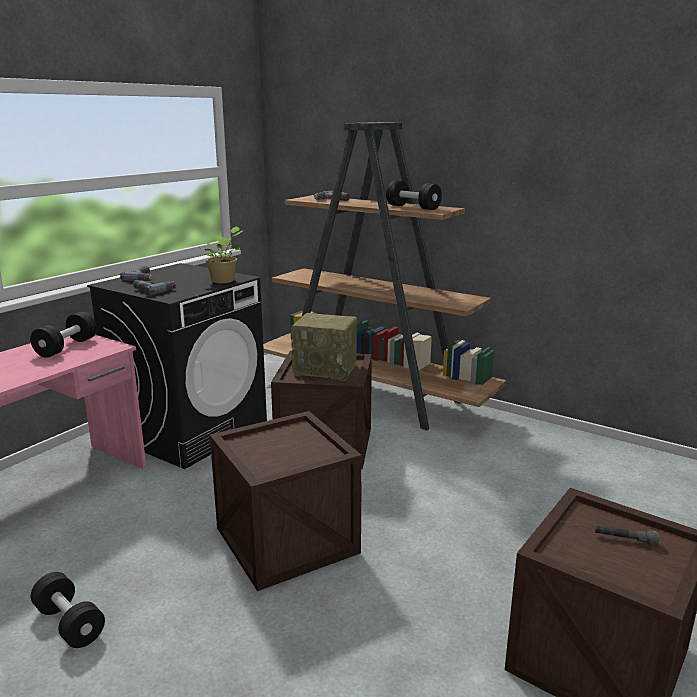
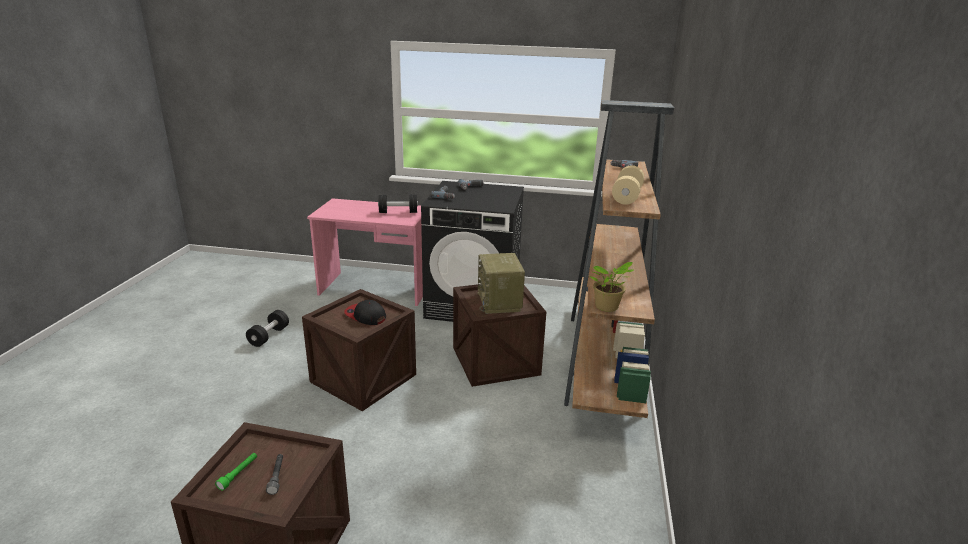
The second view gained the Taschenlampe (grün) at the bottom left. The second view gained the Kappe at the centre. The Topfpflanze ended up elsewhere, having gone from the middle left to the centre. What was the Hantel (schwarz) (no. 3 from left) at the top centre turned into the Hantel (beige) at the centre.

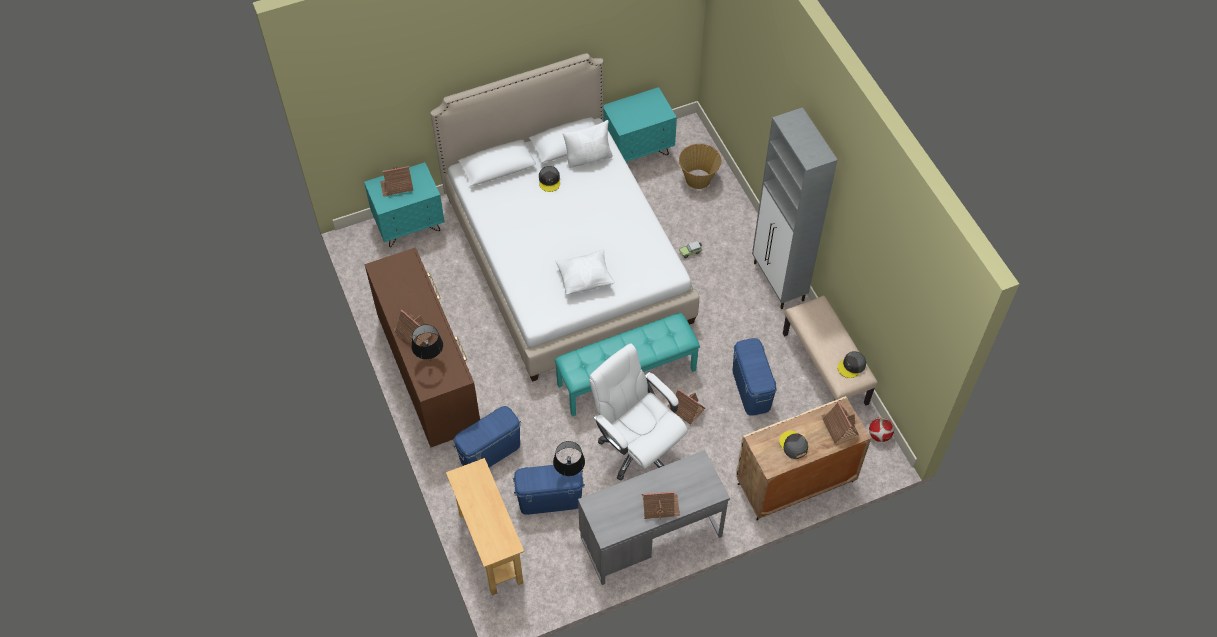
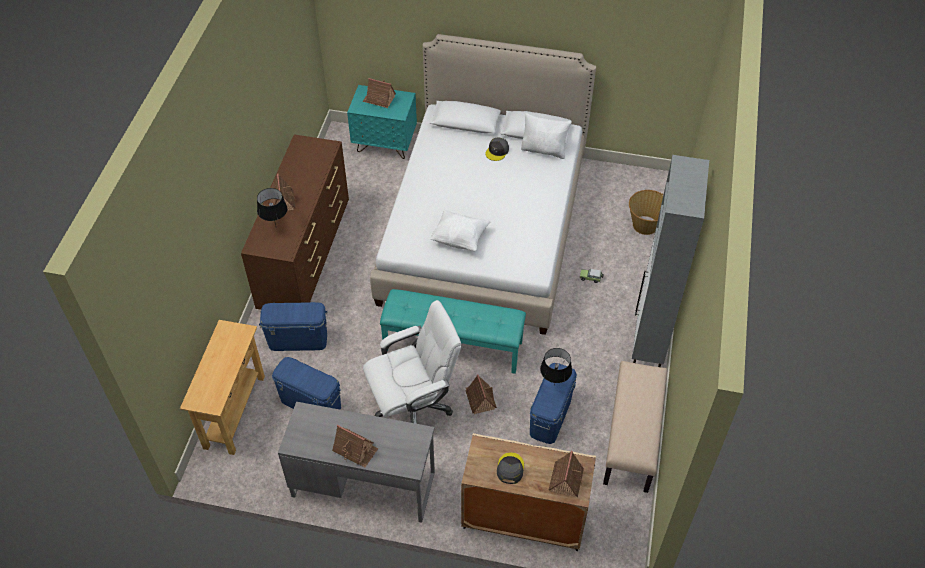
The second view lost the Nachttisch (türkis) (no. 2 from left) at the top centre. The second view lost the Kappe (grau) (no. 3 from left) at the middle right. The second view lost the Fußball at the bottom right. The Tischlampe (schwarz) (no. 2 from left) ended up elsewhere, having gone from the bottom centre to the centre. The Bürostuhl (weiß) at the centre ended up facing another way, 75 degrees clockwise from before.

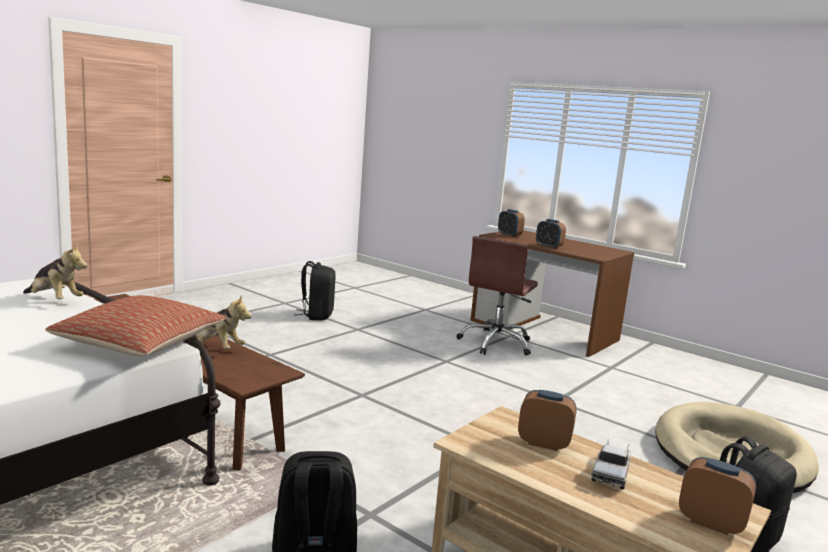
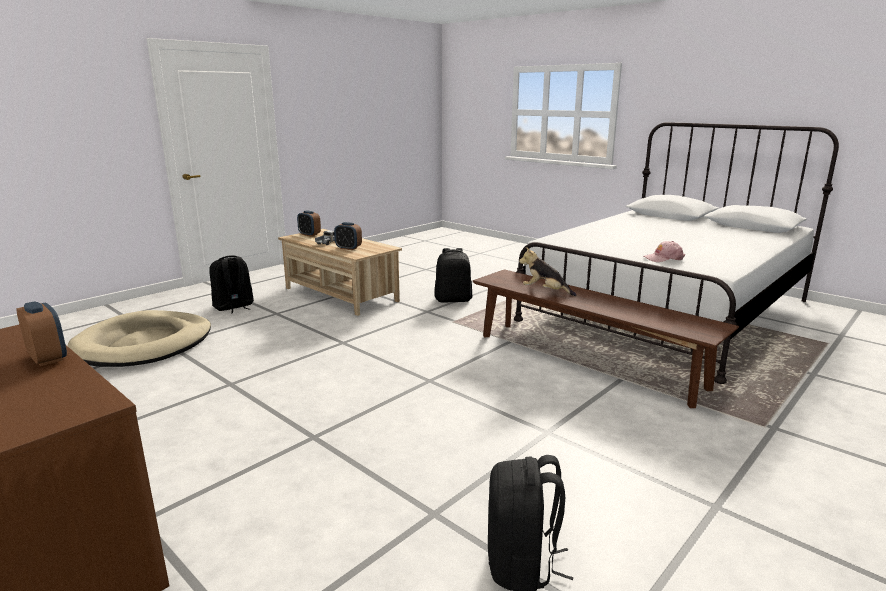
The second view lost the Kissen at the middle left. The second view lost the Bürostuhl (braun) at the centre. The second view lost the Wecker (no. 1 from left) at the centre. Where the Plüschtier (no. 1 from left) stood at the middle left, the Kappe (rosa) came to stand at the middle right.

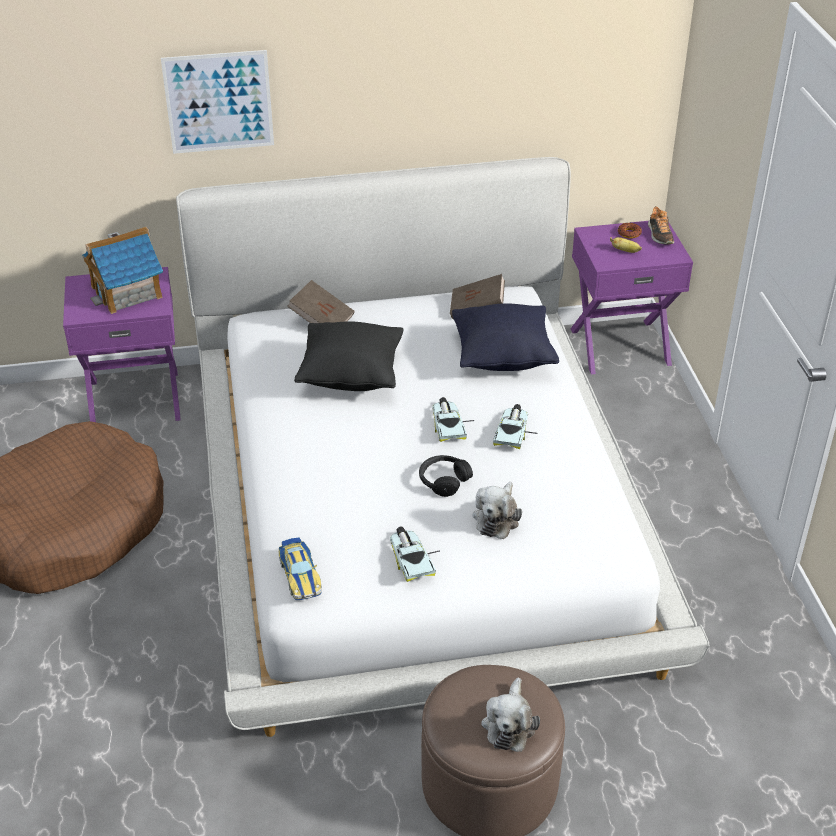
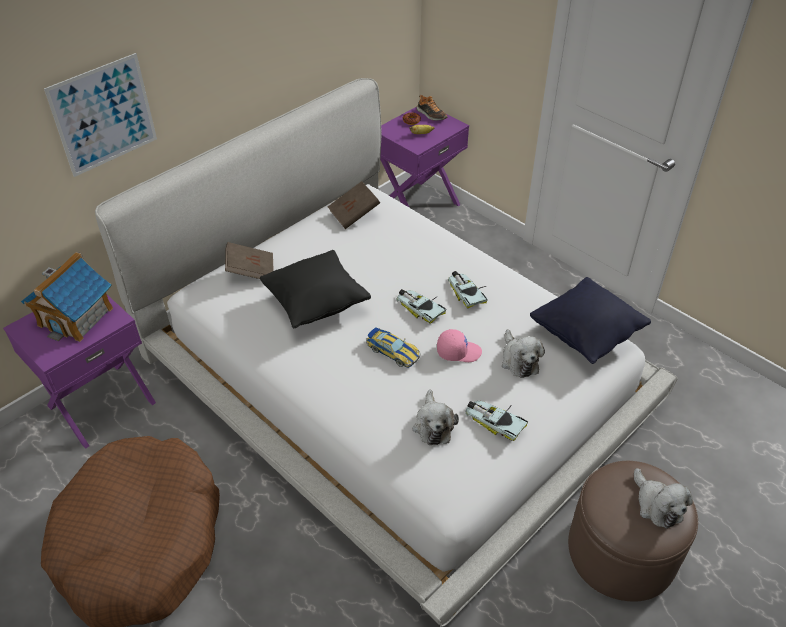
The second view gained the Plüschtier (no. 1 from left) at the centre. The Spielzeugauto (no. 1 from left) ended up elsewhere, having gone from the bottom centre to the centre. The Kissen (schwarz) (no. 2 from left) ended up elsewhere, having gone from the centre to the middle right. Where the Kopfhörer (schwarz) stood at the centre, the Kappe (rosa) came to stand at the centre.

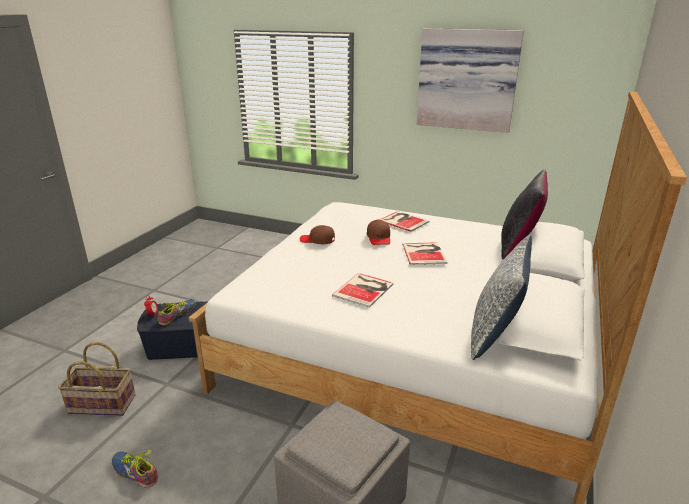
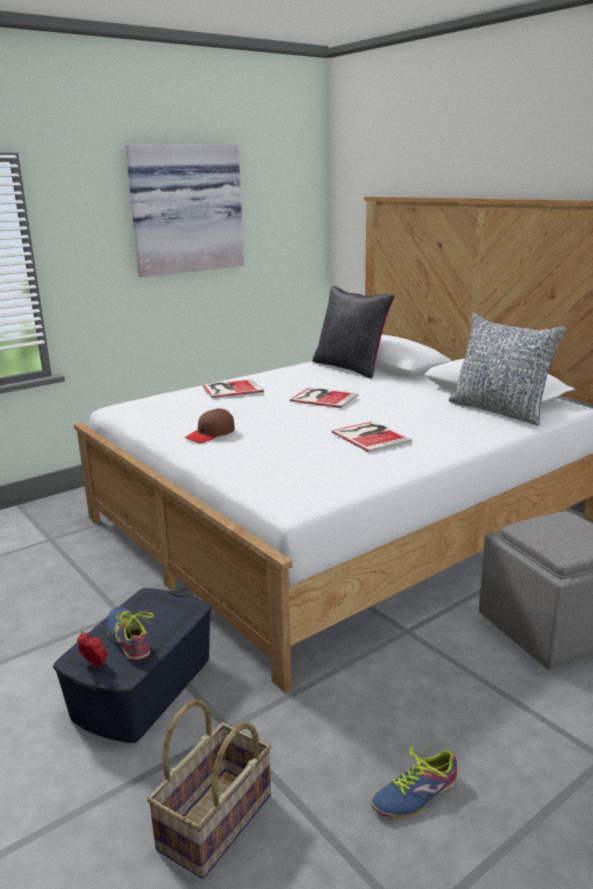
The second view lost the Kappe (braun) (no. 2 from left) at the centre.

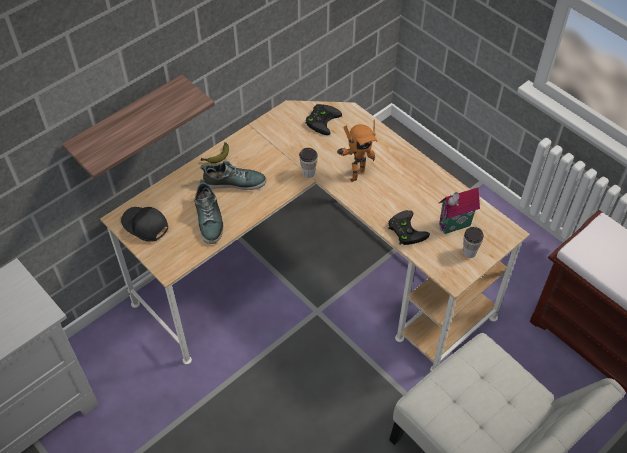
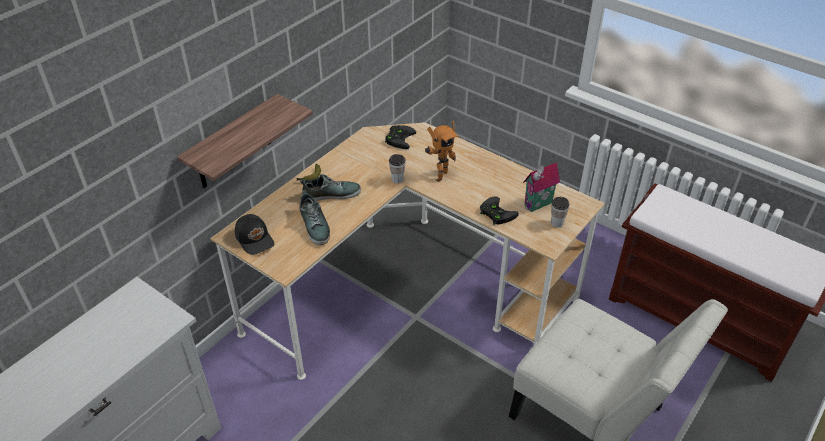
The Kappe (schwarz) at the middle left ended up facing another way, 150 degrees counterclockwise from before.

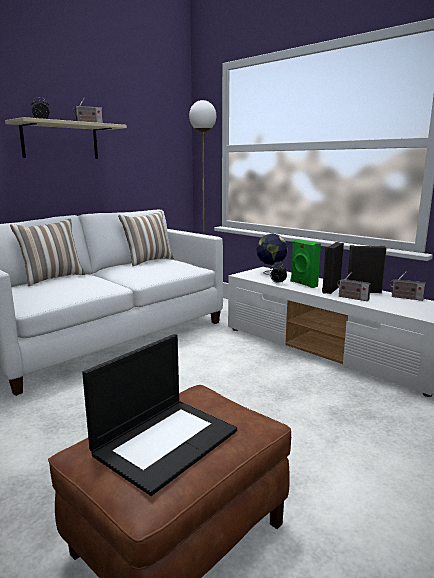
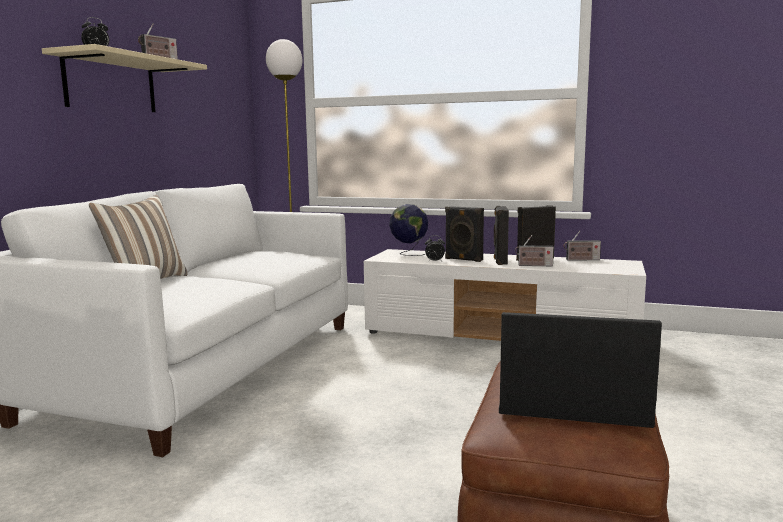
The second view lost the Kissen (no. 2 from left) at the centre. What was the Lautsprecher (grün) at the middle right turned into the Lautsprecher (schwarz) (no. 1 from left) at the centre. The Laptop at the bottom centre ended up facing another way, 90 degrees counterclockwise from before.

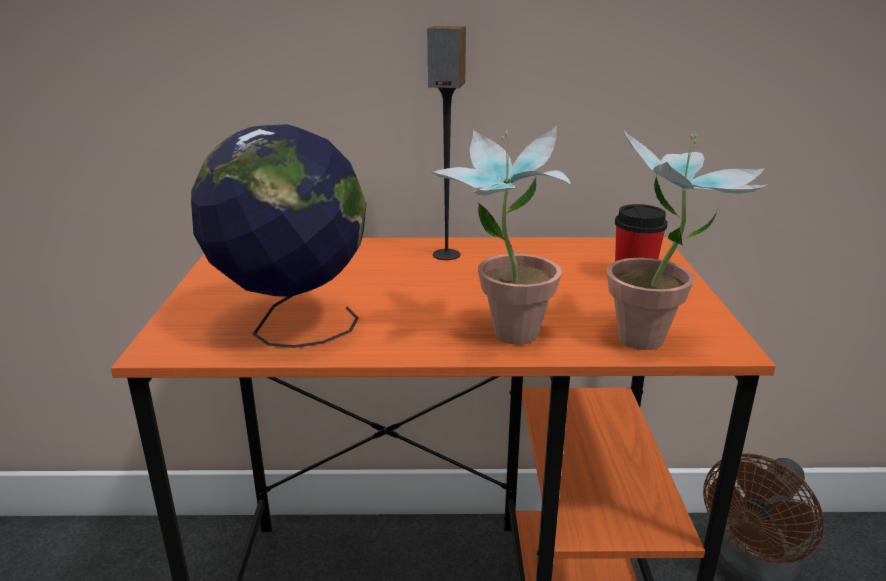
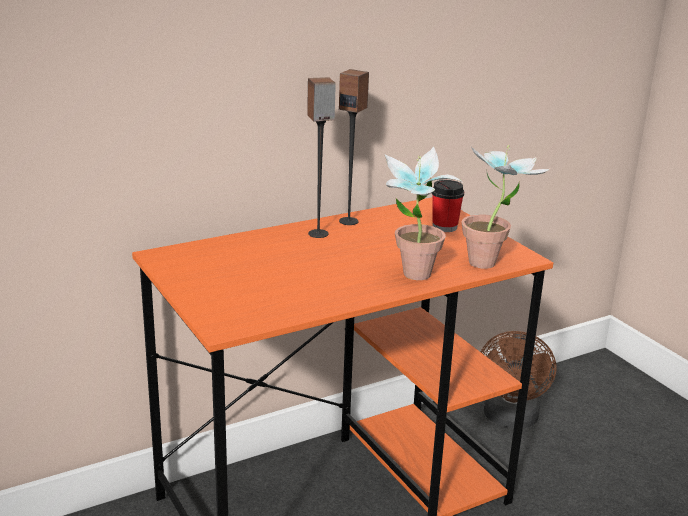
The second view lost the Globus at the middle left. The second view gained the Lautsprecher (no. 2 from left) at the top centre.

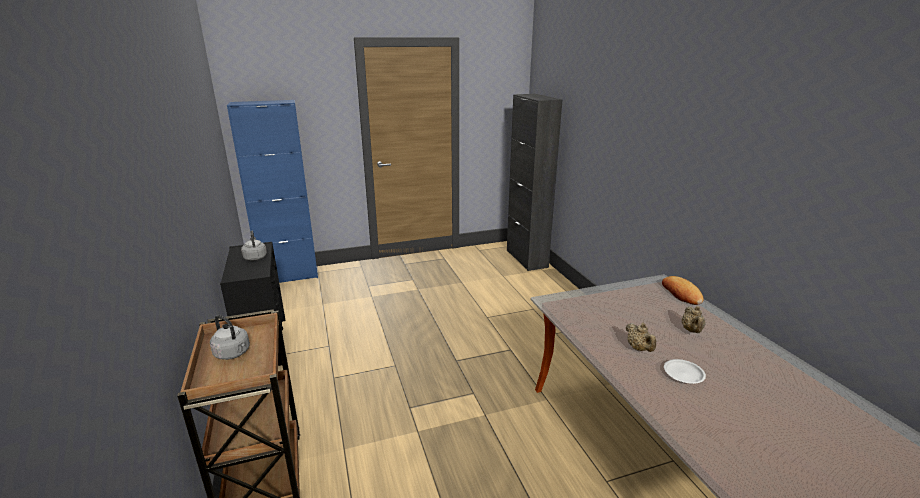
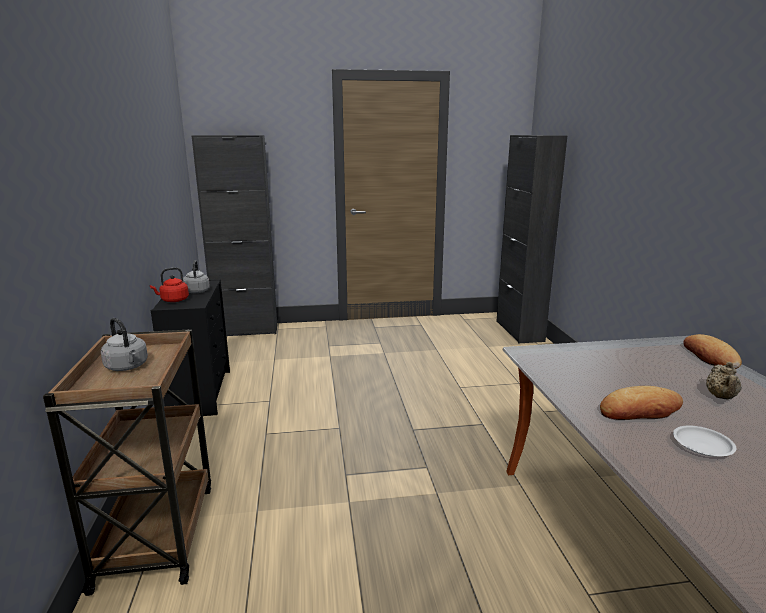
The second view gained the Wasserkessel (rot) at the middle left. Where the Teekanne (beige) (no. 1 from left) stood at the bottom right, the Brot (no. 1 from left) came to stand at the middle right. What was the Schrank (blau) at the middle left turned into the Schrank (schwarz) (no. 1 from left) at the middle left.

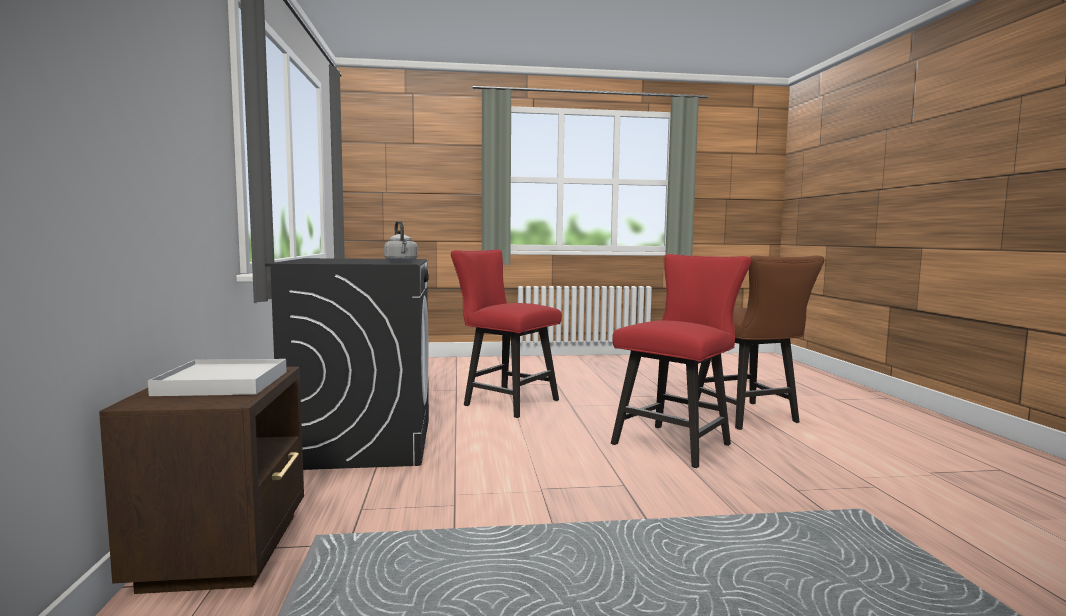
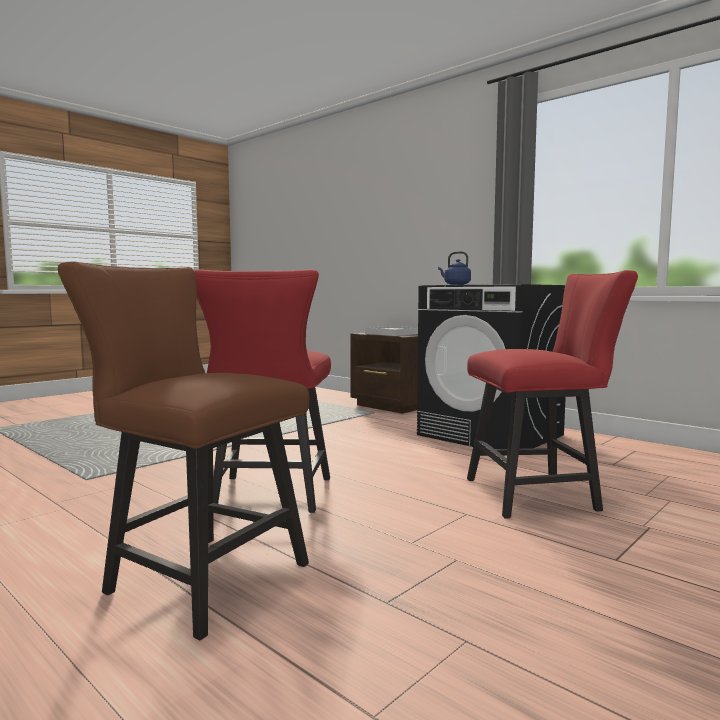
What was the Wasserkessel (grau) at the centre turned into the Wasserkessel (blau) at the centre.

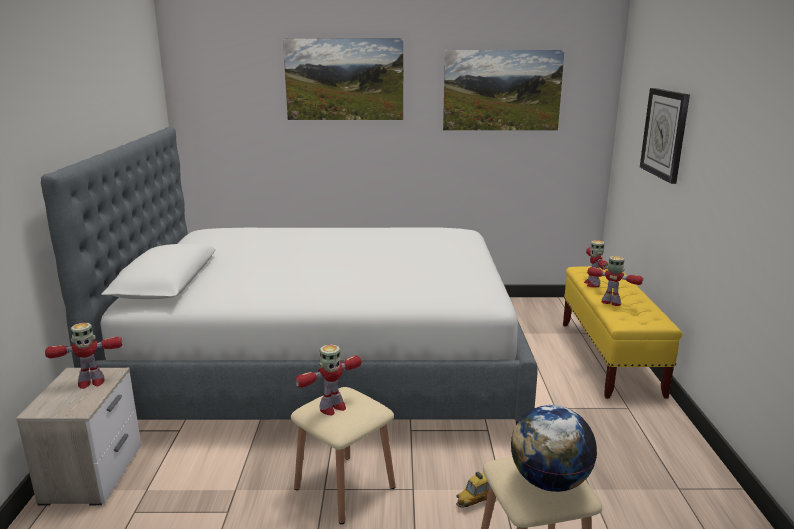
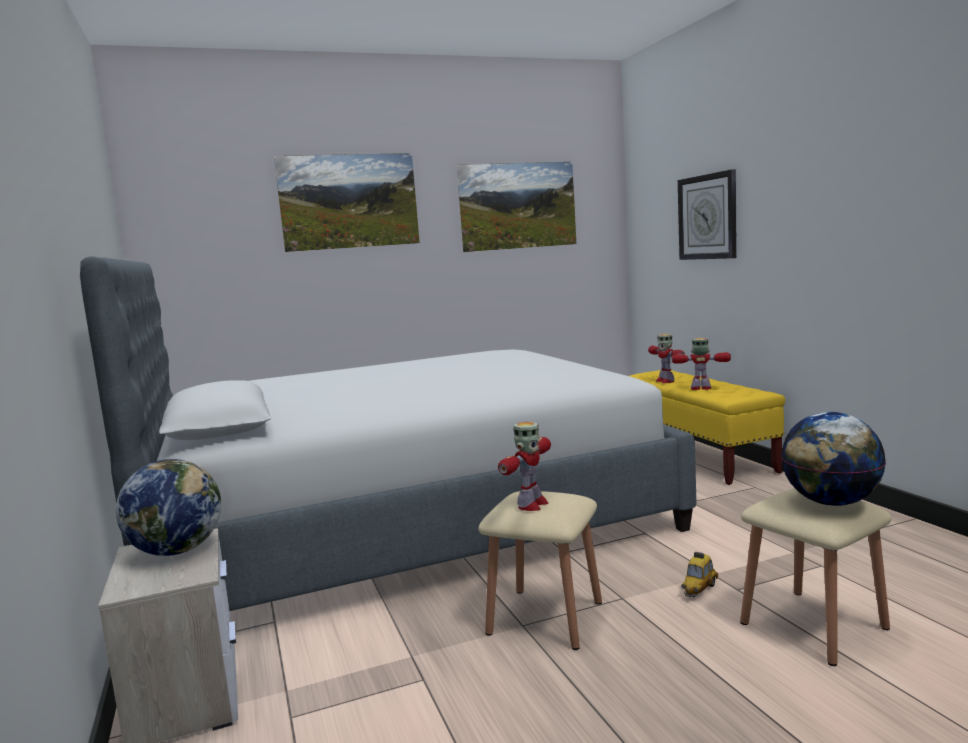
Where the Spielzeugroboter (no. 1 from left) stood at the bottom left, the Globus (no. 1 from left) came to stand at the bottom left.

